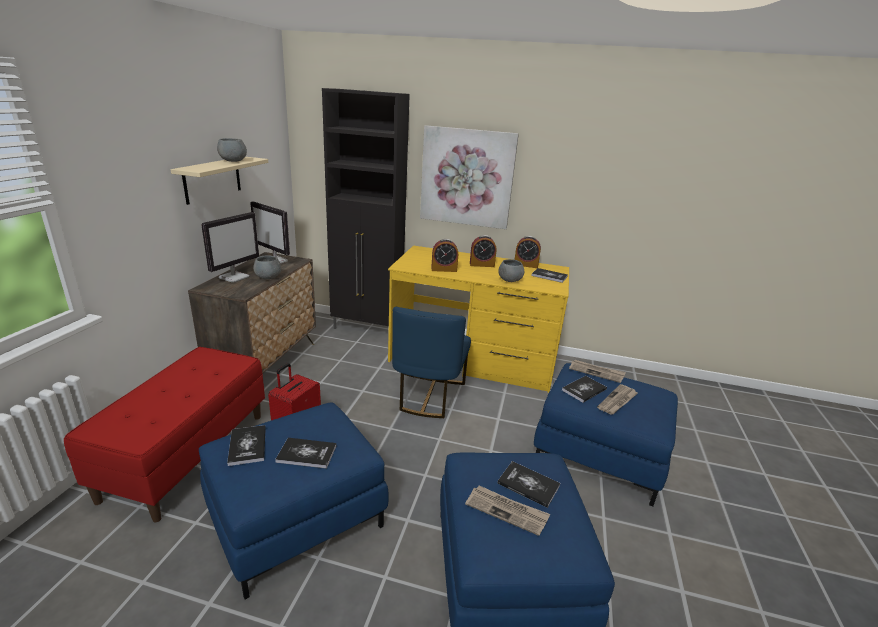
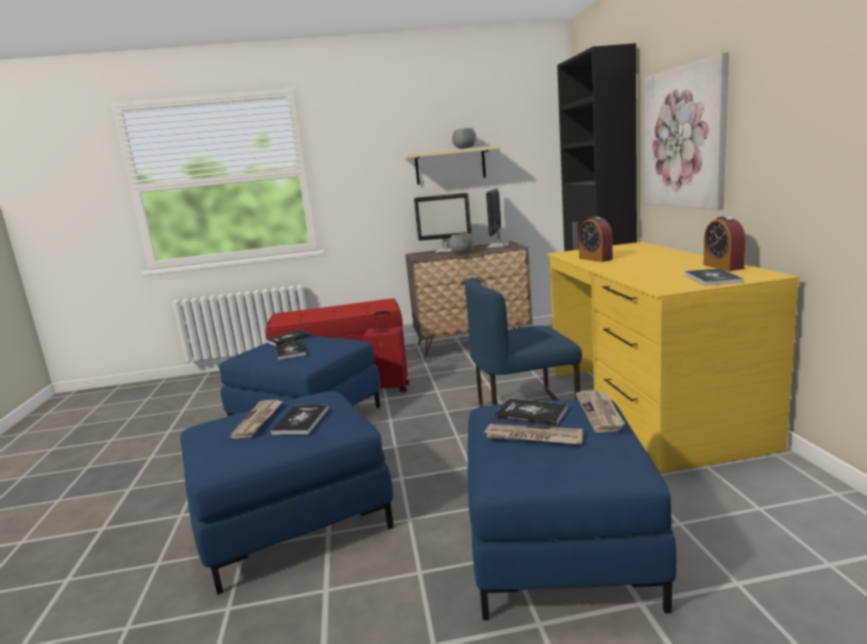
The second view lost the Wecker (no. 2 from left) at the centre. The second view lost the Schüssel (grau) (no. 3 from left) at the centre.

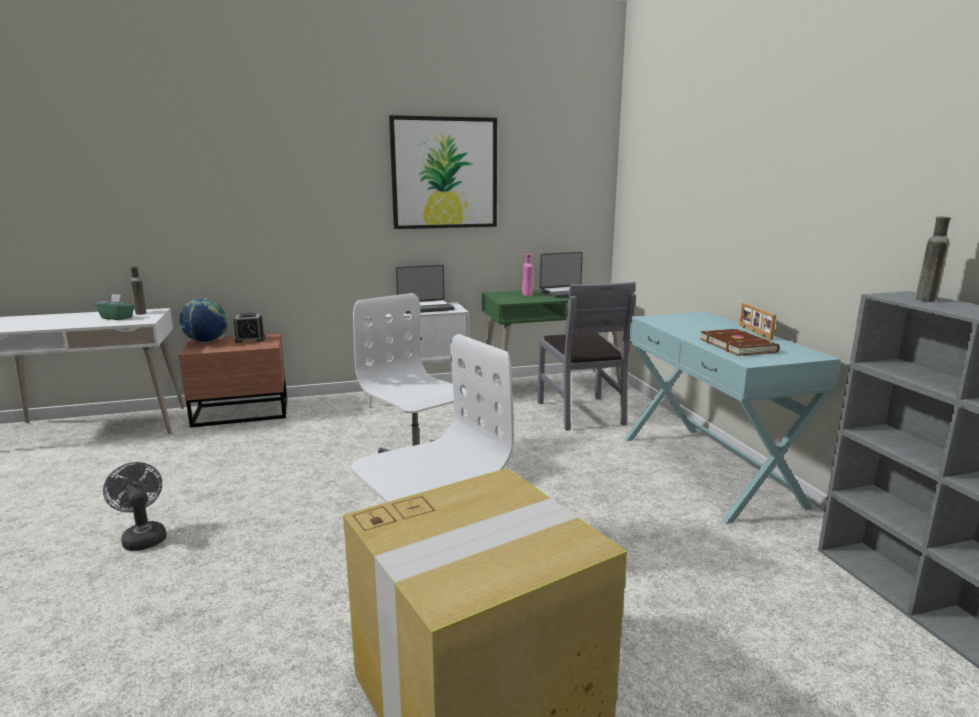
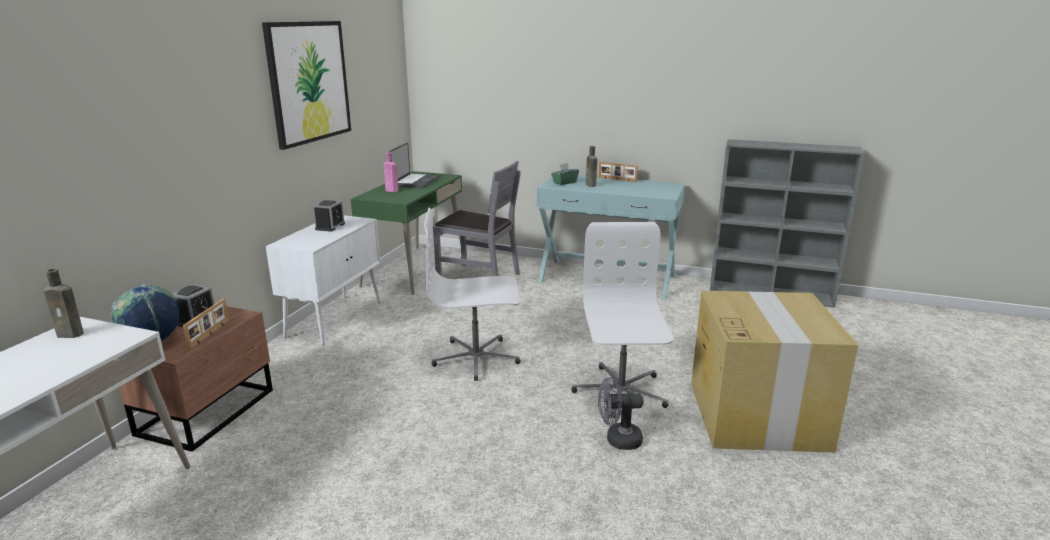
The second view lost the Buch (braun) at the middle right. The second view gained the Bilderrahmen (no. 1 from left) at the middle left. The Taschentuchbox (grün) ended up elsewhere, having gone from the middle left to the top centre. The Ventilator (grau) ended up elsewhere, having gone from the bottom left to the bottom centre. The Flasche (braun) (no. 2 from left) ended up elsewhere, having gone from the middle right to the top centre. Where the Laptop (no. 1 from left) stood at the centre, the Wecker (no. 2 from left) came to stand at the middle left.

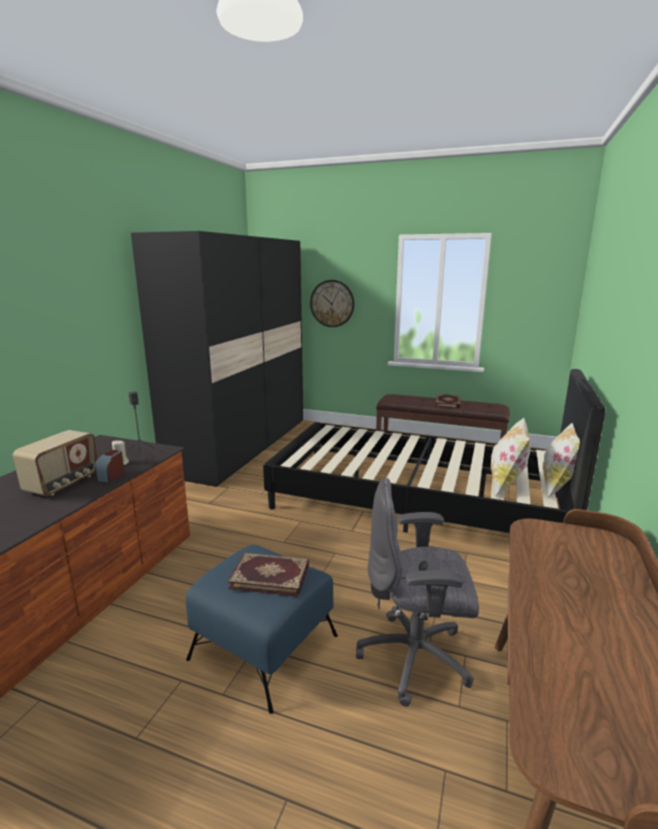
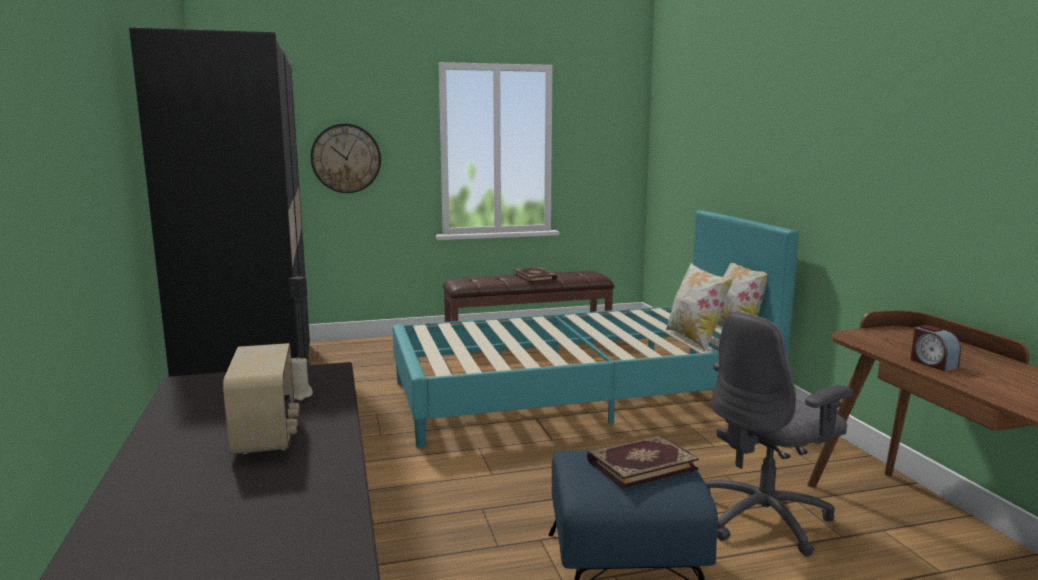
The Wecker ended up elsewhere, having gone from the middle left to the middle right. What was the Bett (schwarz) at the centre turned into the Bett (türkis) at the centre.

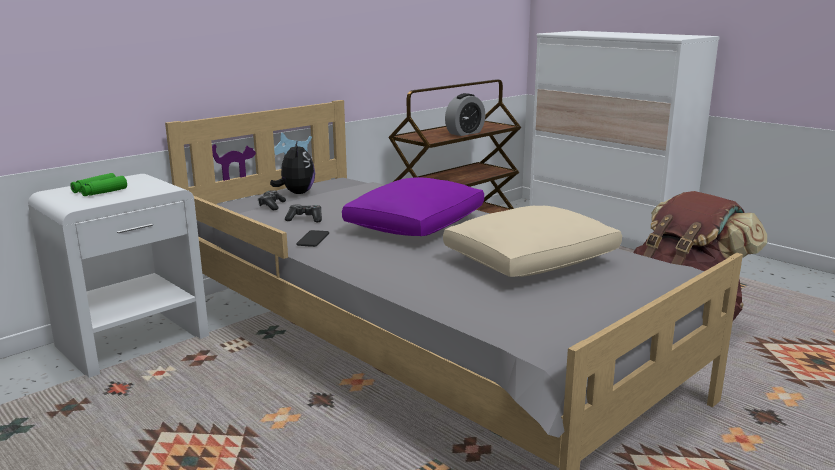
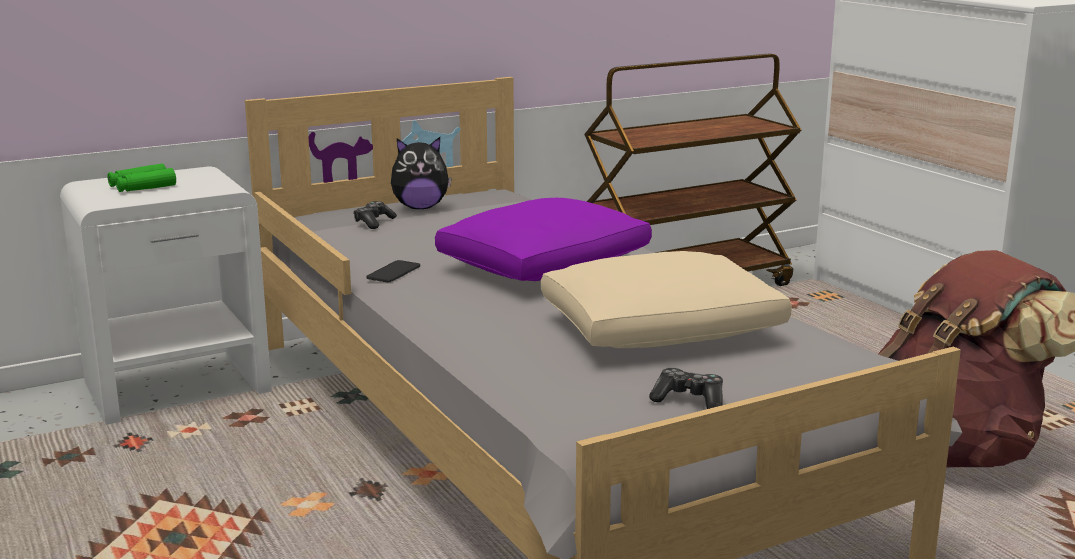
The second view lost the Wecker at the top centre. The Gamepad (no. 2 from left) ended up elsewhere, having gone from the centre to the bottom centre. The Plüschtier at the centre ended up facing another way, 75 degrees clockwise from before.

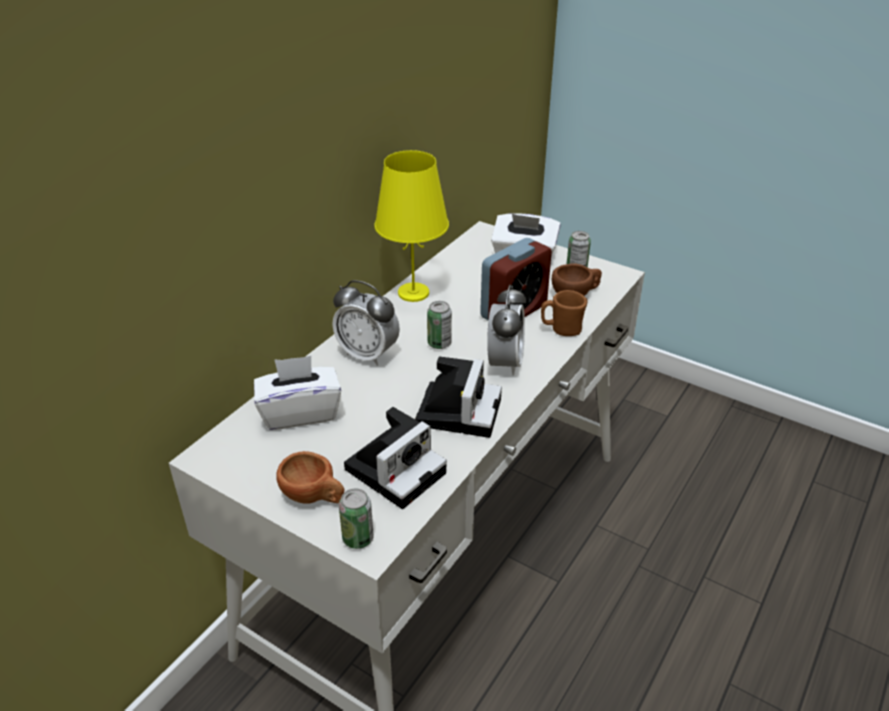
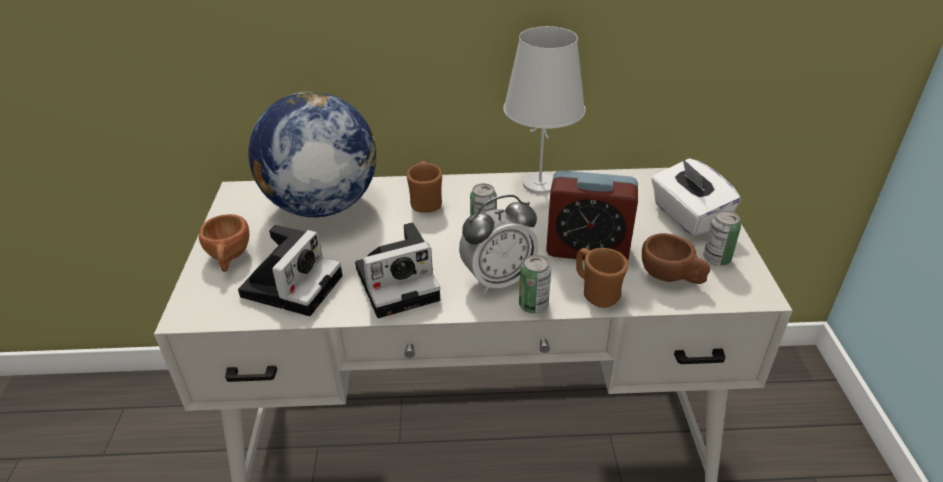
The Dose (no. 1 from left in the first image) ended up elsewhere, having gone from the bottom centre to the centre. Where the Taschentuchbox (weiß) (no. 1 from left) stood at the centre, the Globus came to stand at the top left. Where the Wecker (no. 1 from left) stood at the centre, the Henkelbecher (braun) (no. 1 from left) came to stand at the centre. What was the Tischlampe (gelb) at the top centre turned into the Tischlampe (weiß) at the top centre. The Kamera (no. 1 from left) at the centre ended up facing another way, 75 degrees counterclockwise from before.

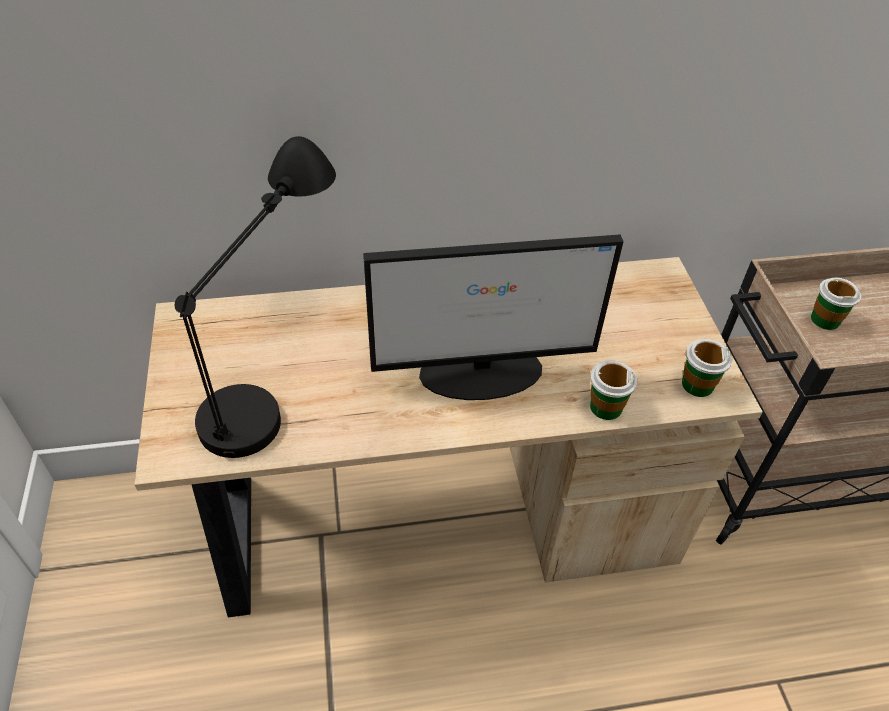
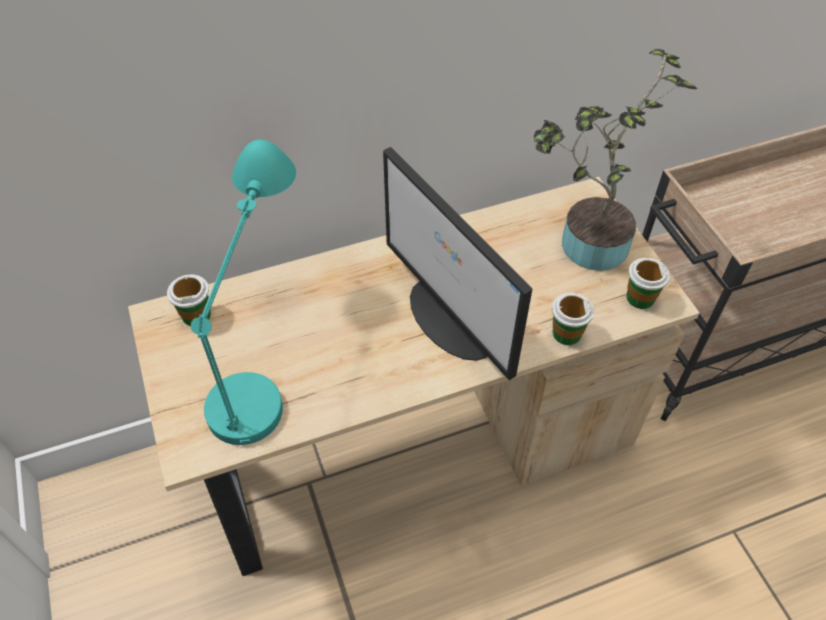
The second view gained the Topfpflanze at the top right. The Tasse (no. 3 from left in the first image) ended up elsewhere, having gone from the middle right to the middle left. What was the Tischlampe (schwarz) at the middle left turned into the Tischlampe (türkis) at the middle left. The Monitor at the centre ended up facing another way, 75 degrees clockwise from before.

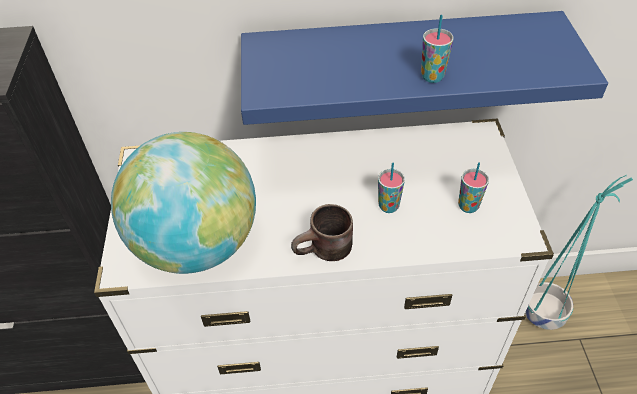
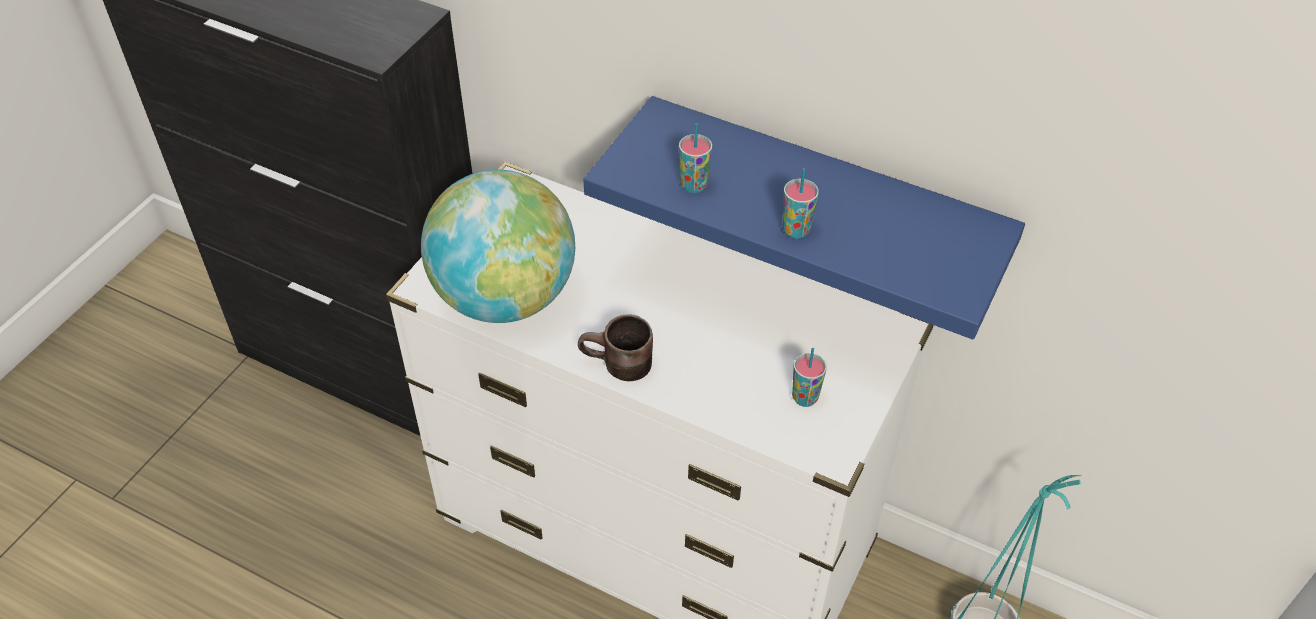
The Tasse (no. 1 from left) ended up elsewhere, having gone from the centre to the top centre.

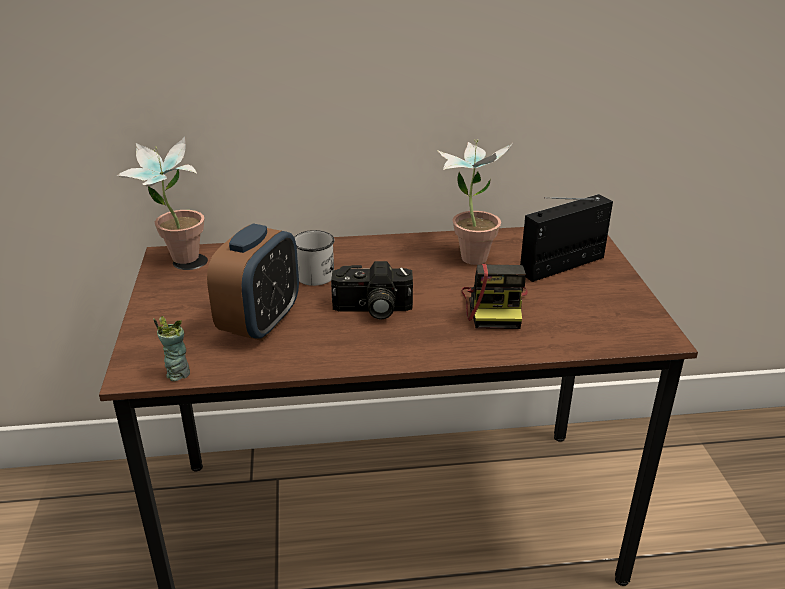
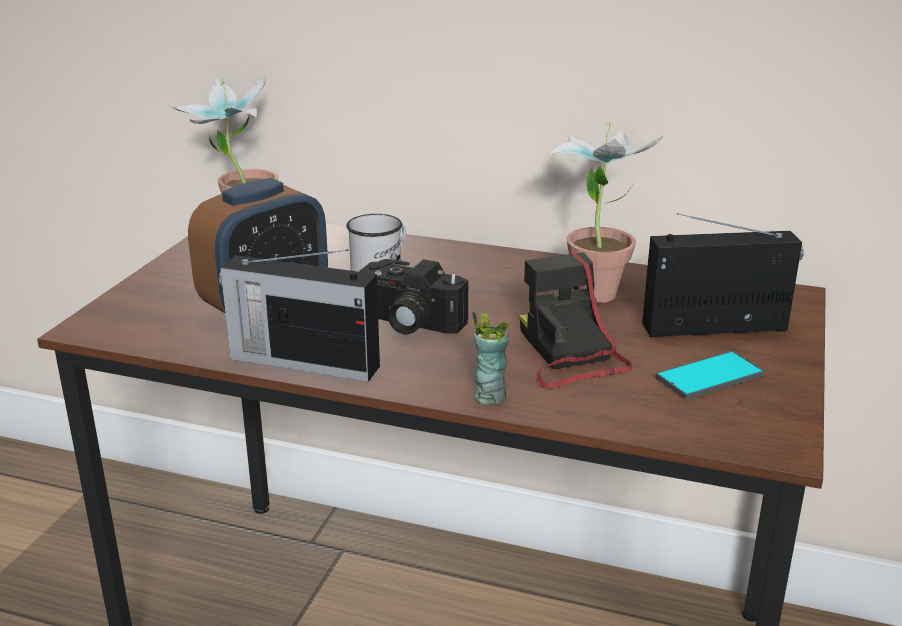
The second view gained the Radio (no. 1 from left) at the middle left. The second view gained the Handy at the middle right. The Tasse ended up elsewhere, having gone from the middle left to the centre. The Kamera (no. 2 from left) at the centre ended up facing another way, 135 degrees clockwise from before.

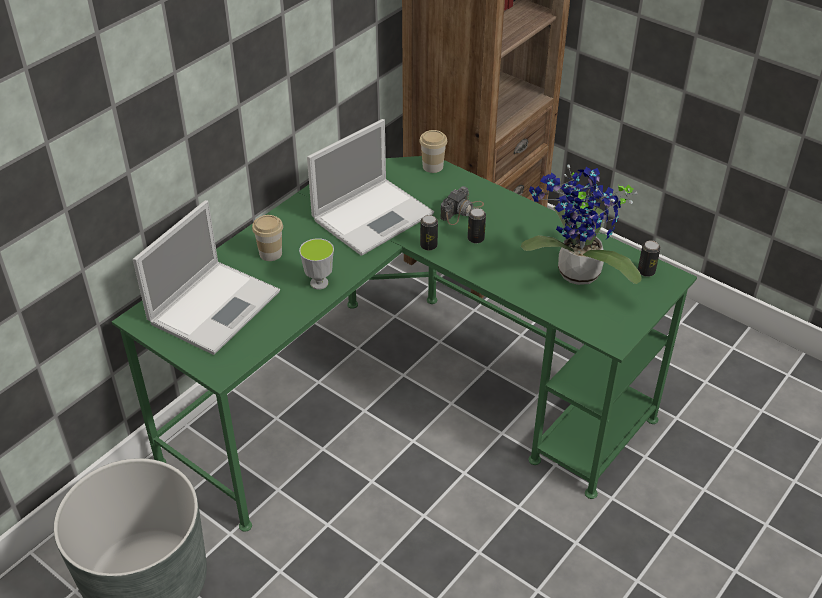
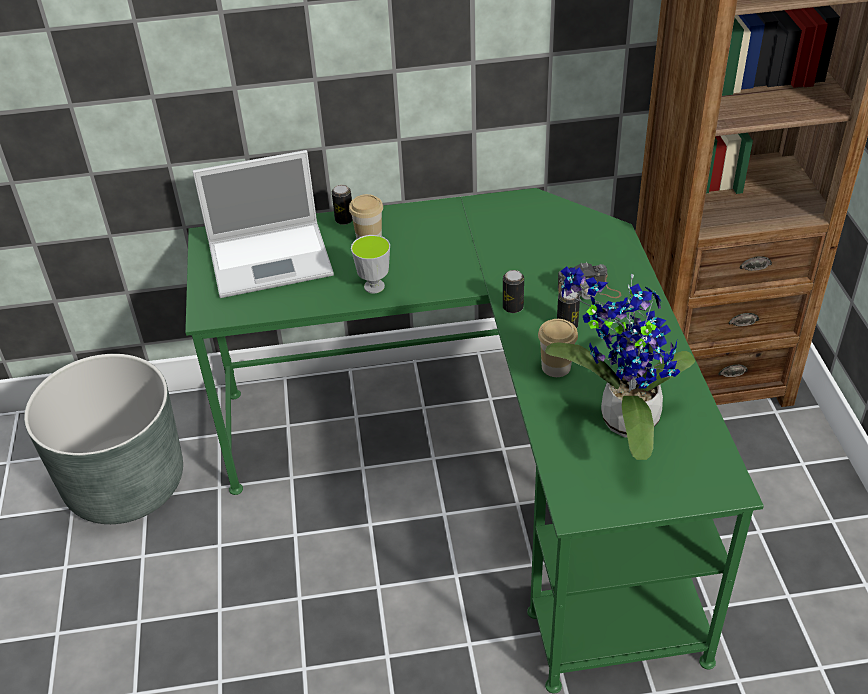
The second view lost the Laptop (no. 2 from left) at the top centre. The Tasse (no. 3 from left) ended up elsewhere, having gone from the top centre to the centre. The Dose (no. 3 from left in the first image) ended up elsewhere, having gone from the middle right to the top centre.

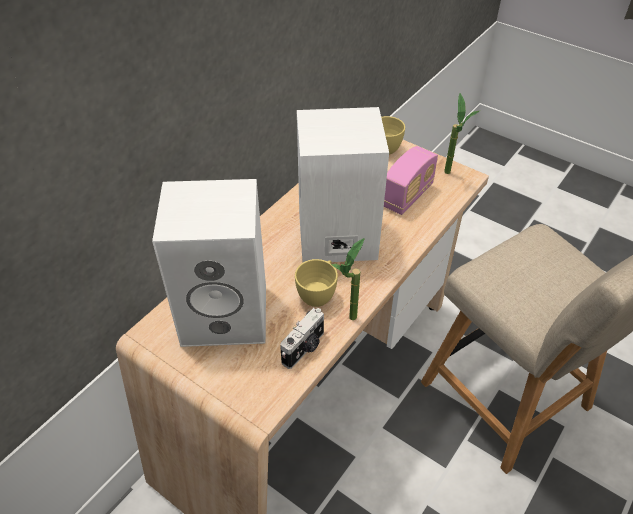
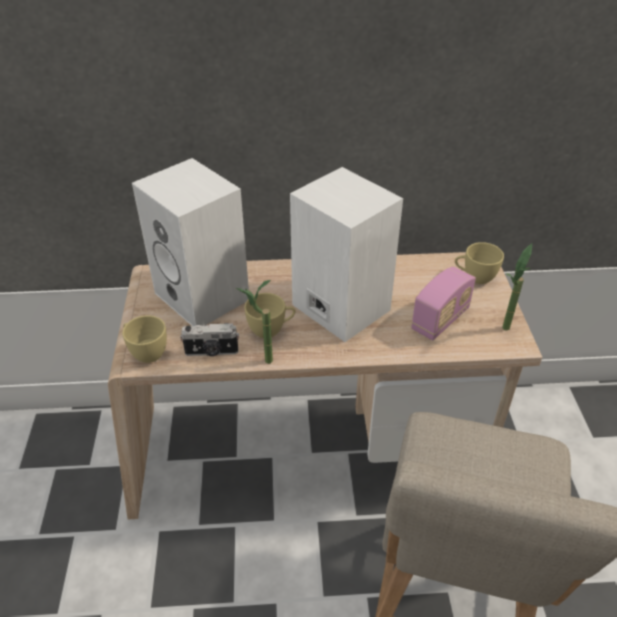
The second view gained the Tasse (gelb) (no. 1 from left) at the middle left. The Radio at the centre ended up facing another way, 45 degrees counterclockwise from before.

